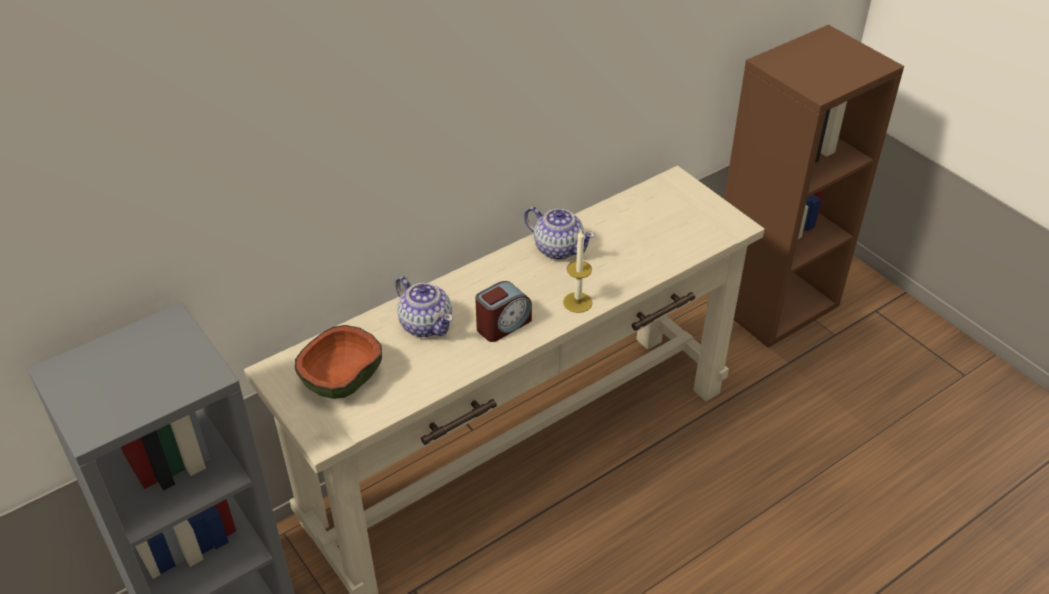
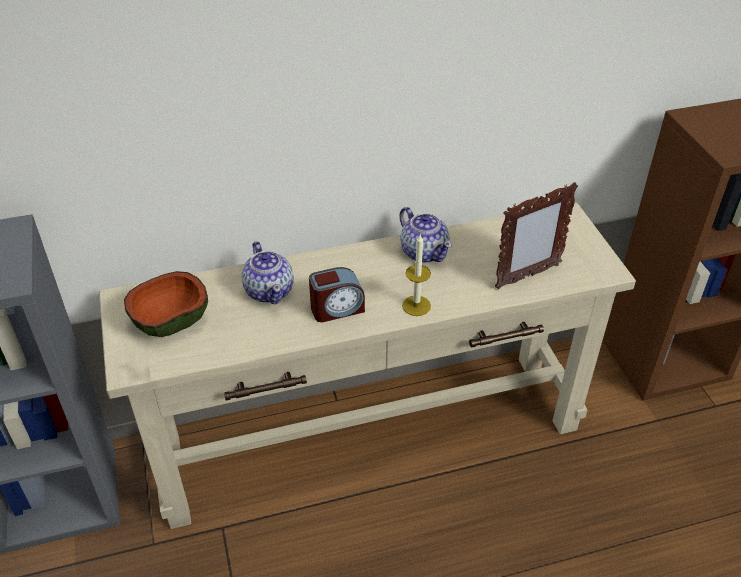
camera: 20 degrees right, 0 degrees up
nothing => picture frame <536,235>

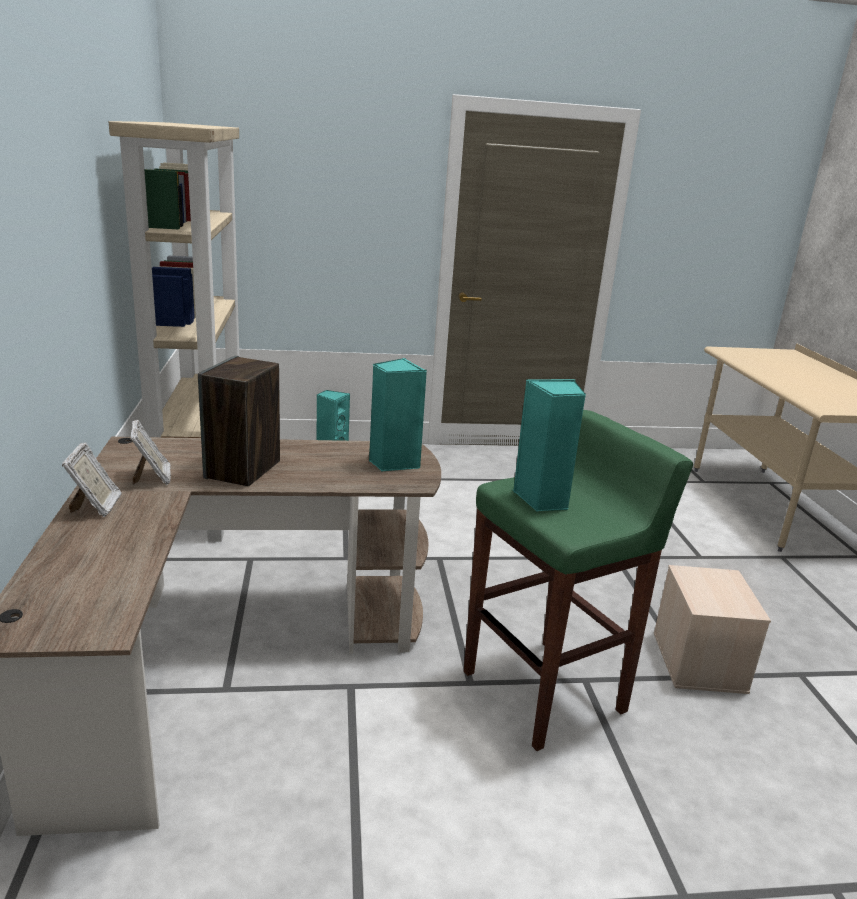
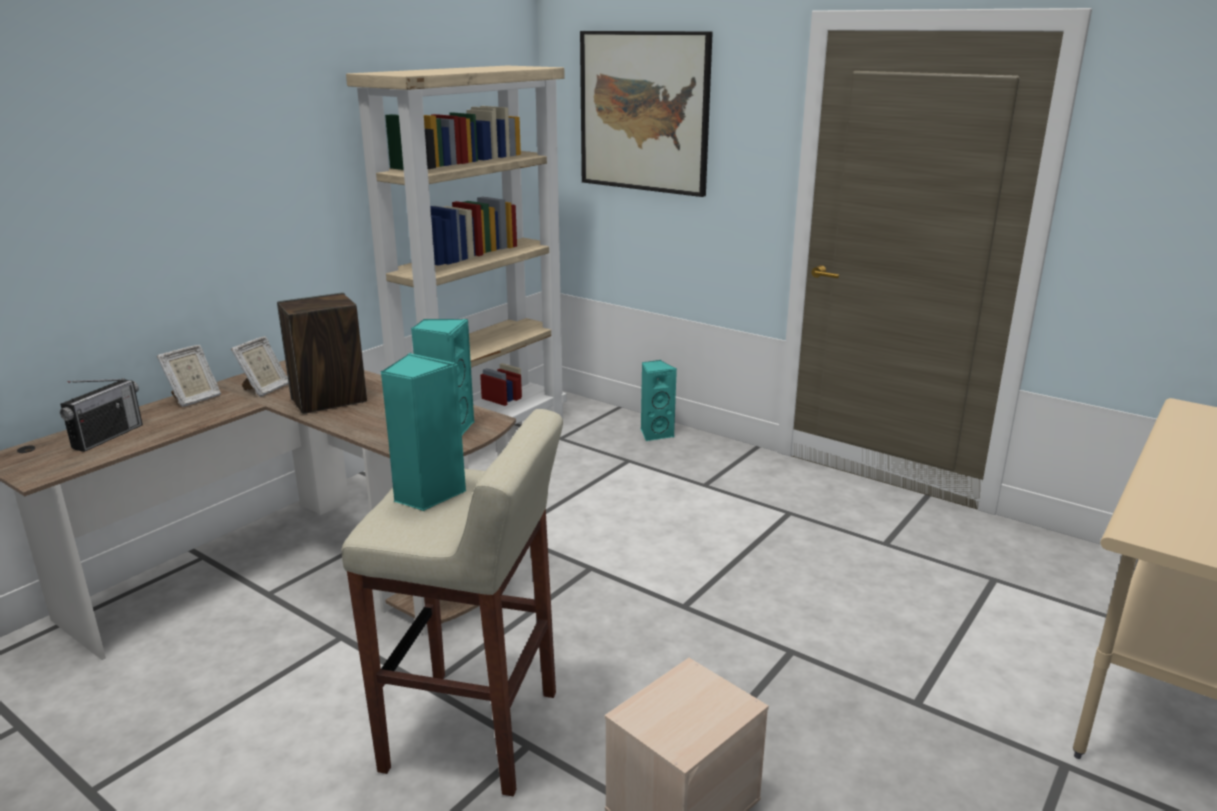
camera: 45 degrees right, 0 degrees up
sitting stool/greenish <578,580> => sitting stool/beige <452,602>
nothing => wall picture <646,114>
nothing => radio receiver <101,415>

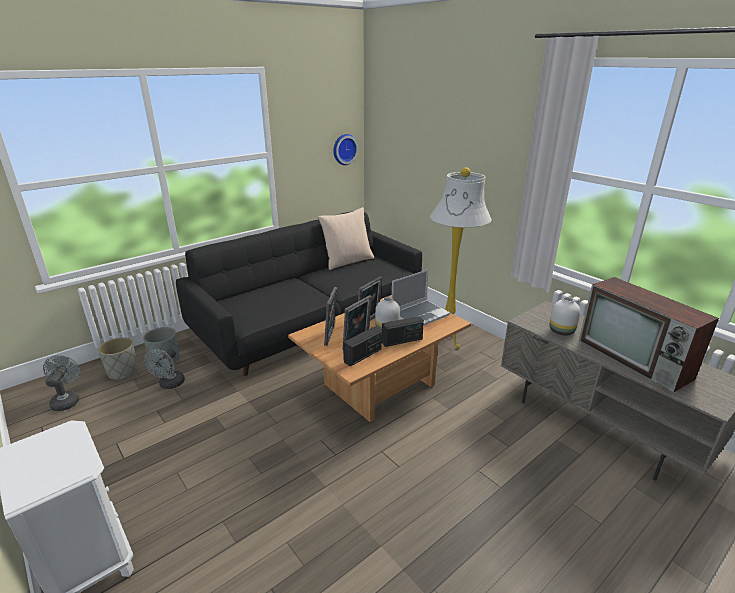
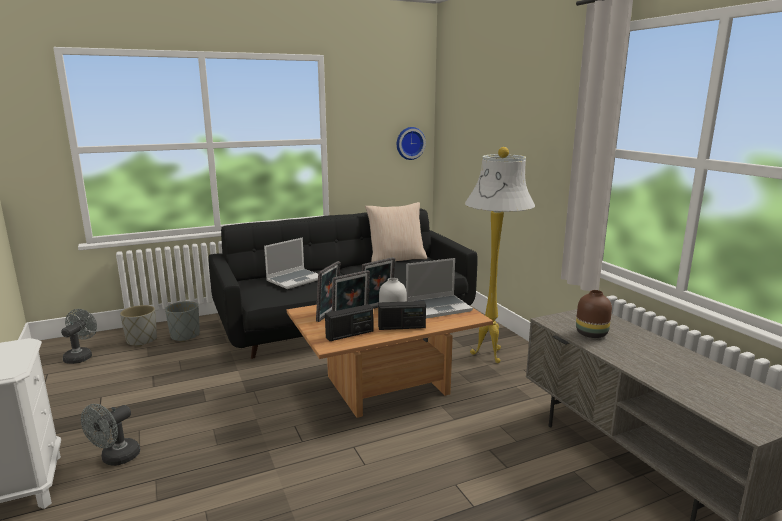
camera: 15 degrees right, 10 degrees down
TV <649,335> => nothing
flower vase/white-coloured <564,316> => flower vase/brown-coloured <594,314>
fan/grey <164,368> => fan/grey <110,435>, relocated
nothing => notebook computer <291,263>

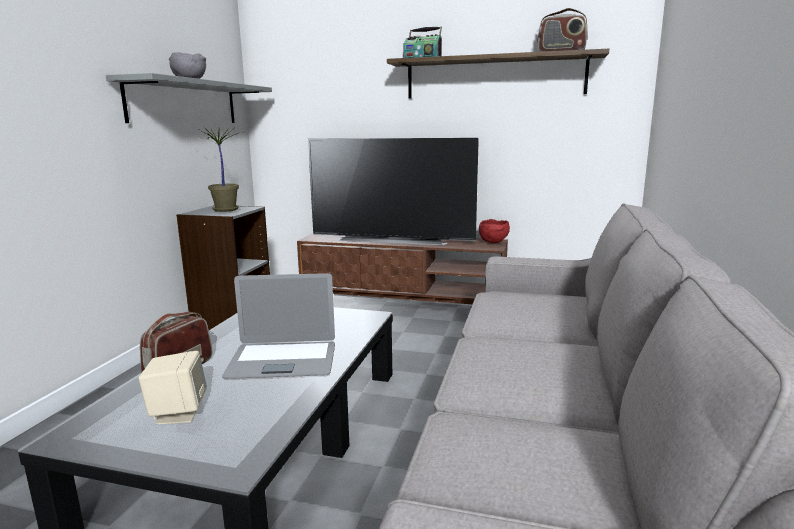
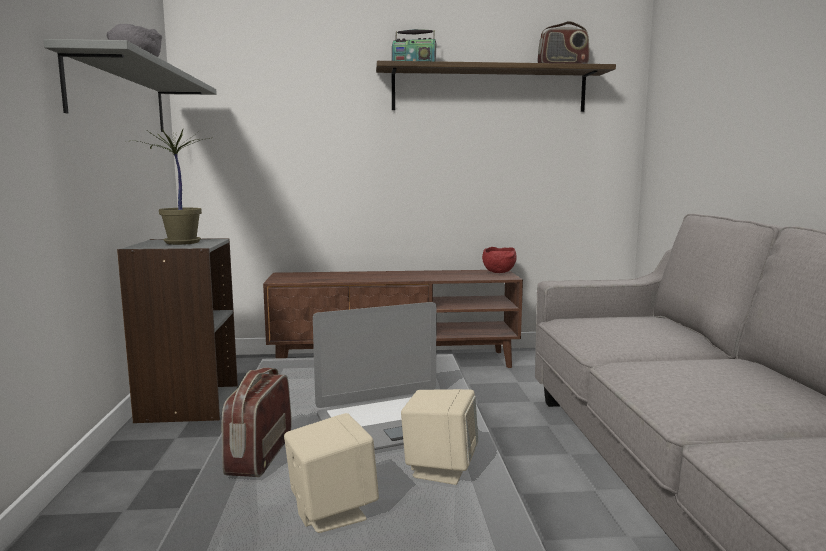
camera: 20 degrees left, 5 degrees down
TV <393,191> => nothing
nothing => speaker/beige <439,437>

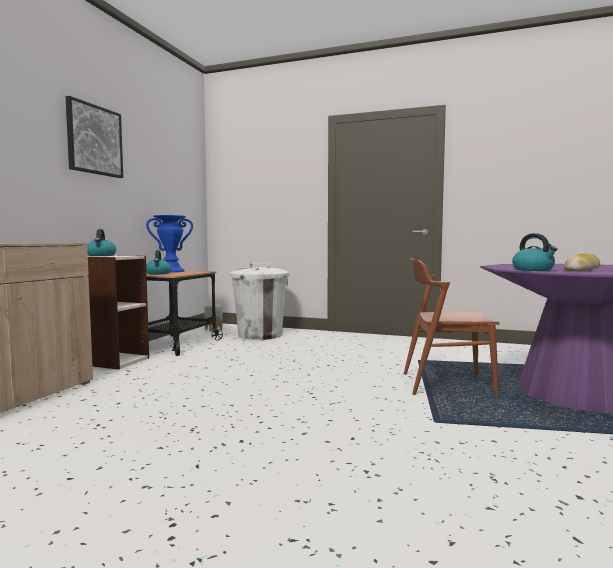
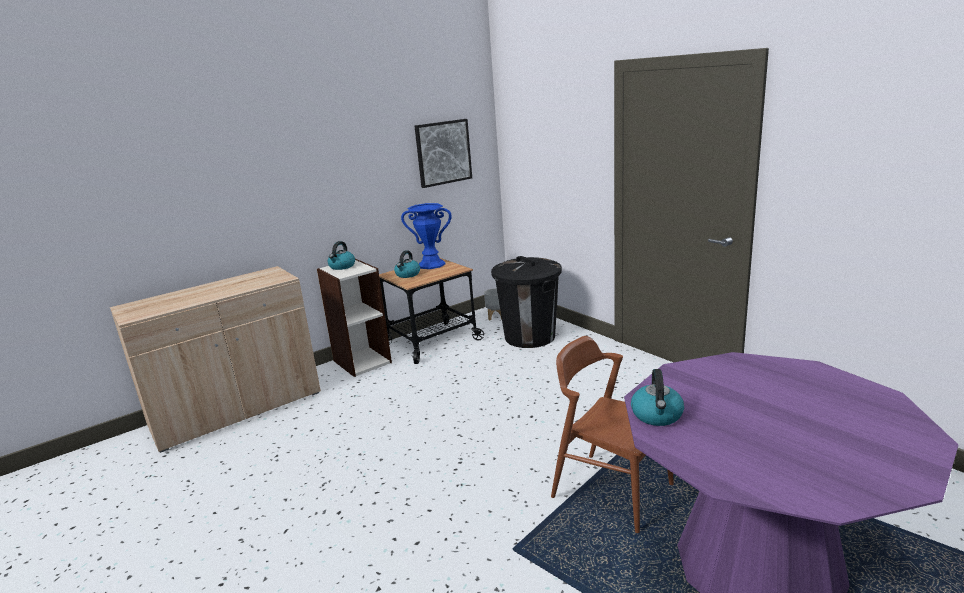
camera: 35 degrees right, 15 degrees up
wall picture <94,137> => wall picture <443,153>, relocated
bread <582,261> => nothing
waste bin/white-coloured <259,301> => waste bin/blackish <526,302>

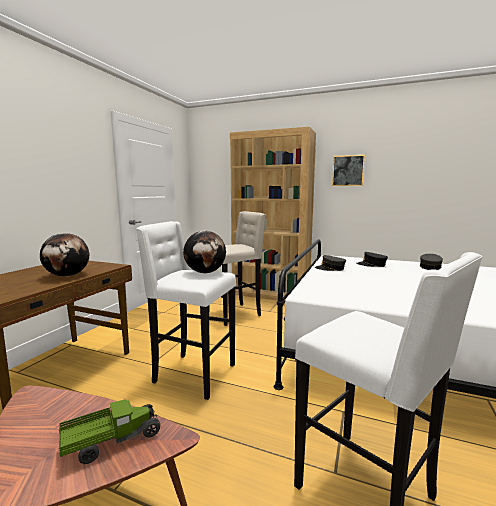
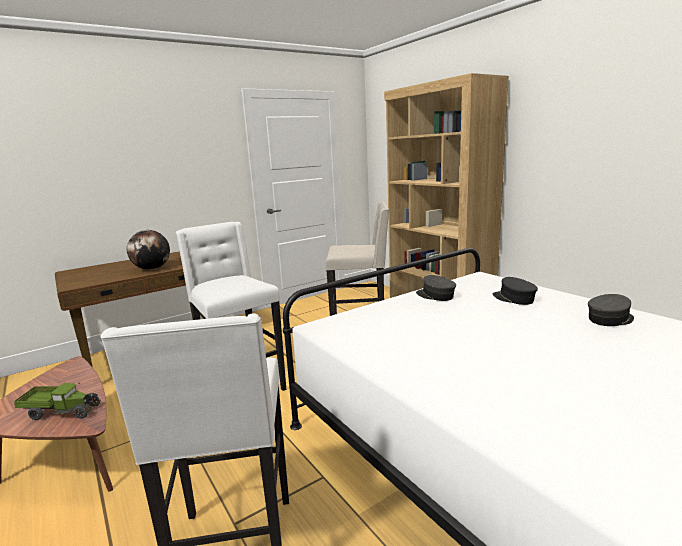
camera: 35 degrees right, 5 degrees up
wall picture <348,170> => nothing
globe <204,252> => nothing

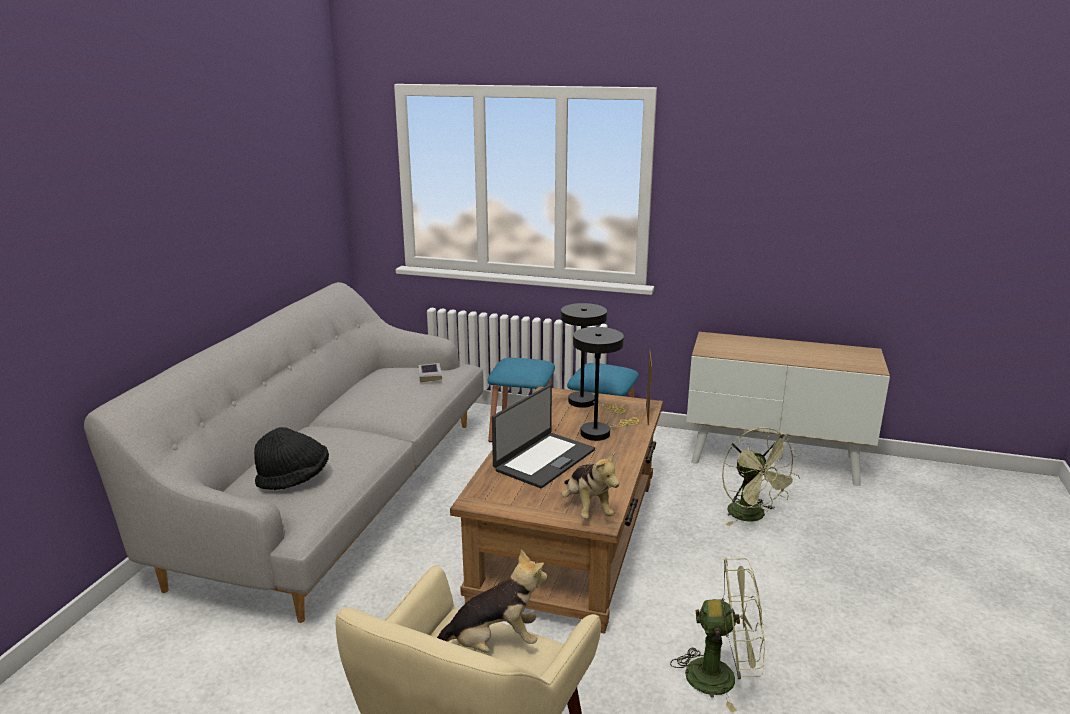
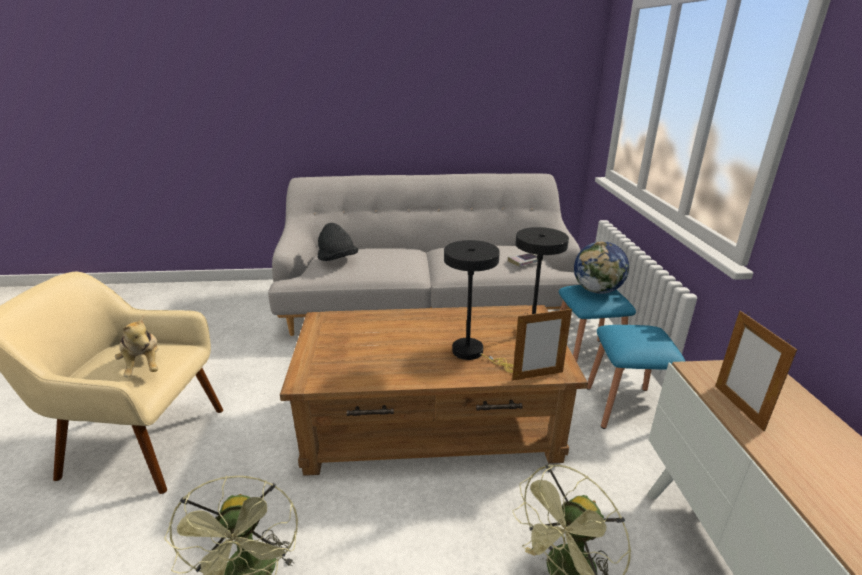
camera: 70 degrees right, 5 degrees up
notebook computer <543,436> => nothing
soft toy <590,485> => nothing
nothing => globe <601,267>
nothing => picture frame <756,371>

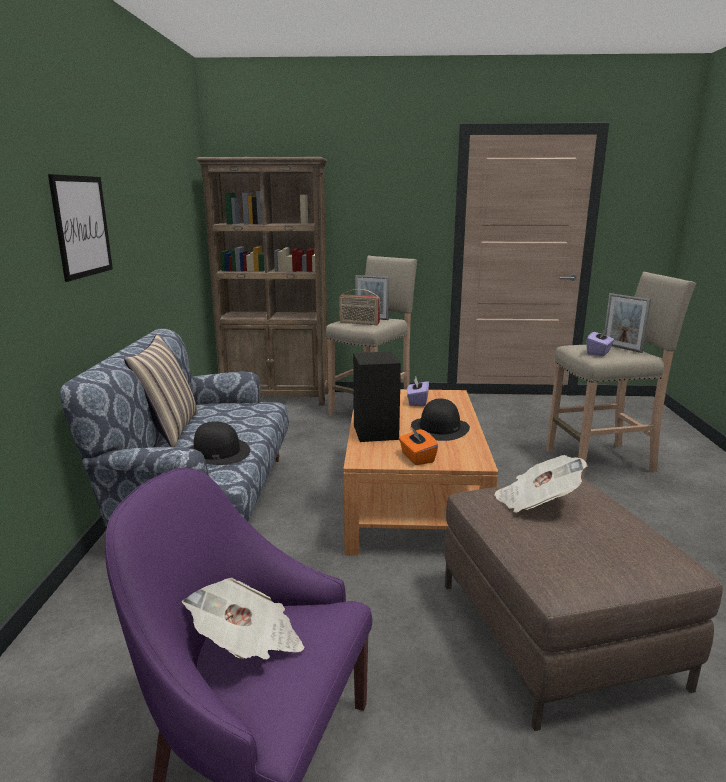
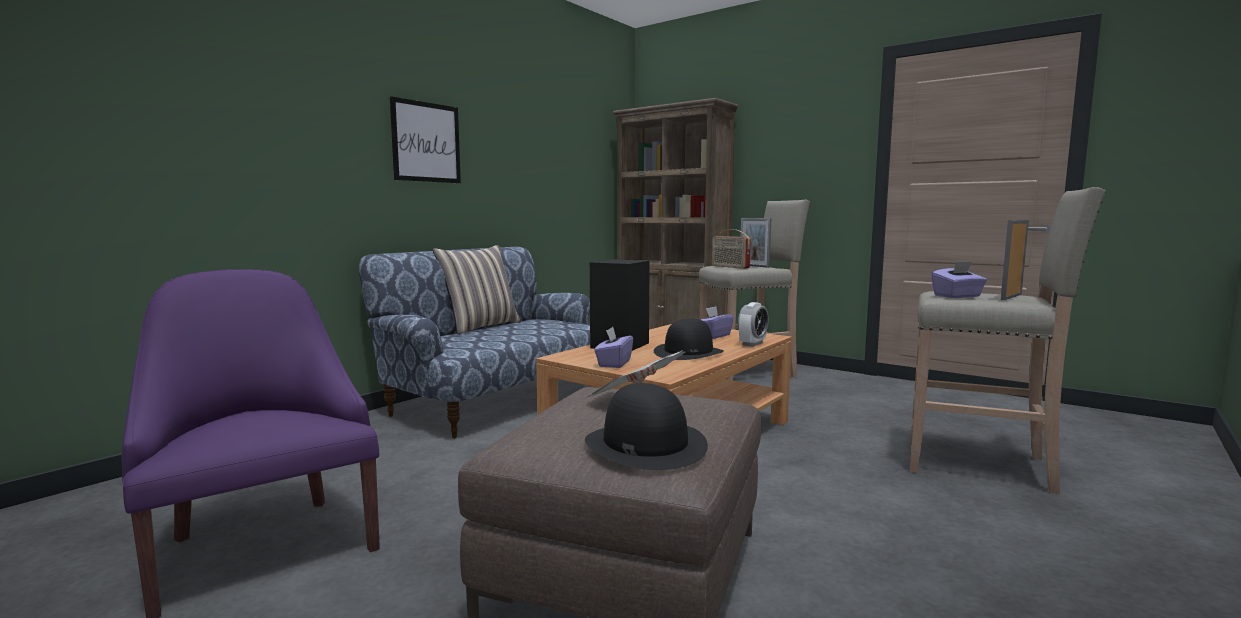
camera: 35 degrees right, 10 degrees down
picture frame <627,323> => picture frame <1015,260>, 45 degrees clockwise
clothing hat/blackish <220,443> => clothing hat/blackish <646,426>, relocated
tissue box/orangey <418,446> => tissue box/purple-coloured <613,347>
printed paper <243,619> => nothing
nothing => bedside clock <753,324>

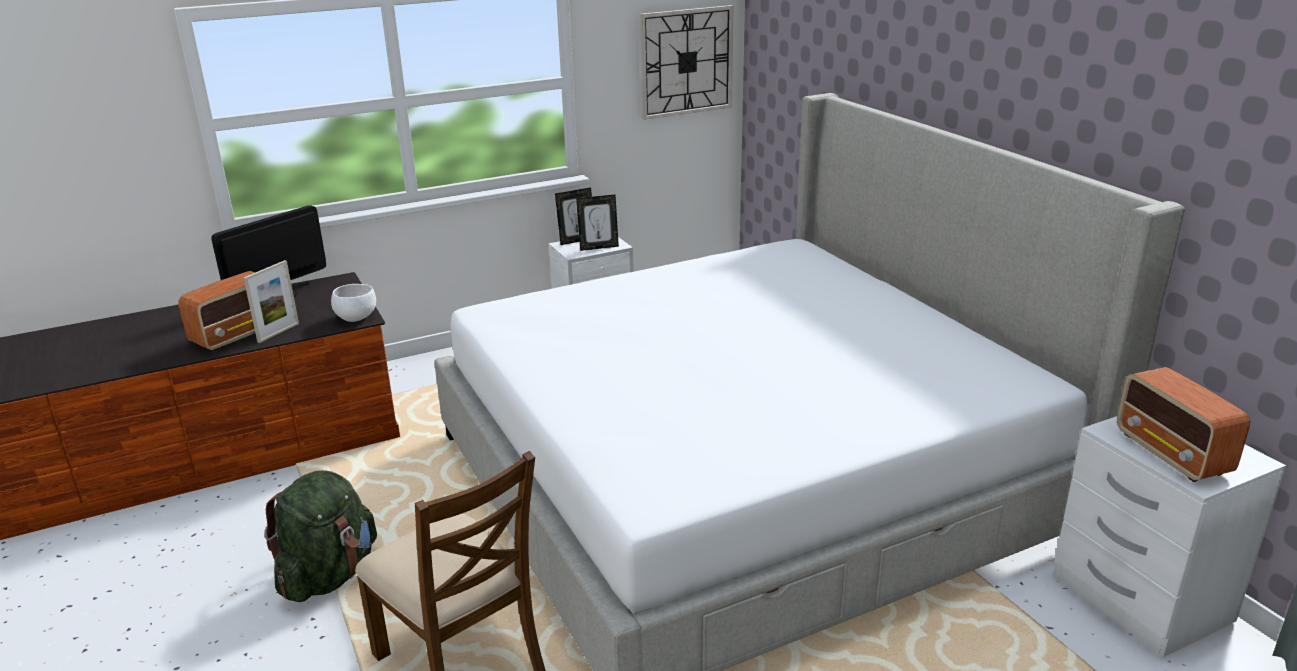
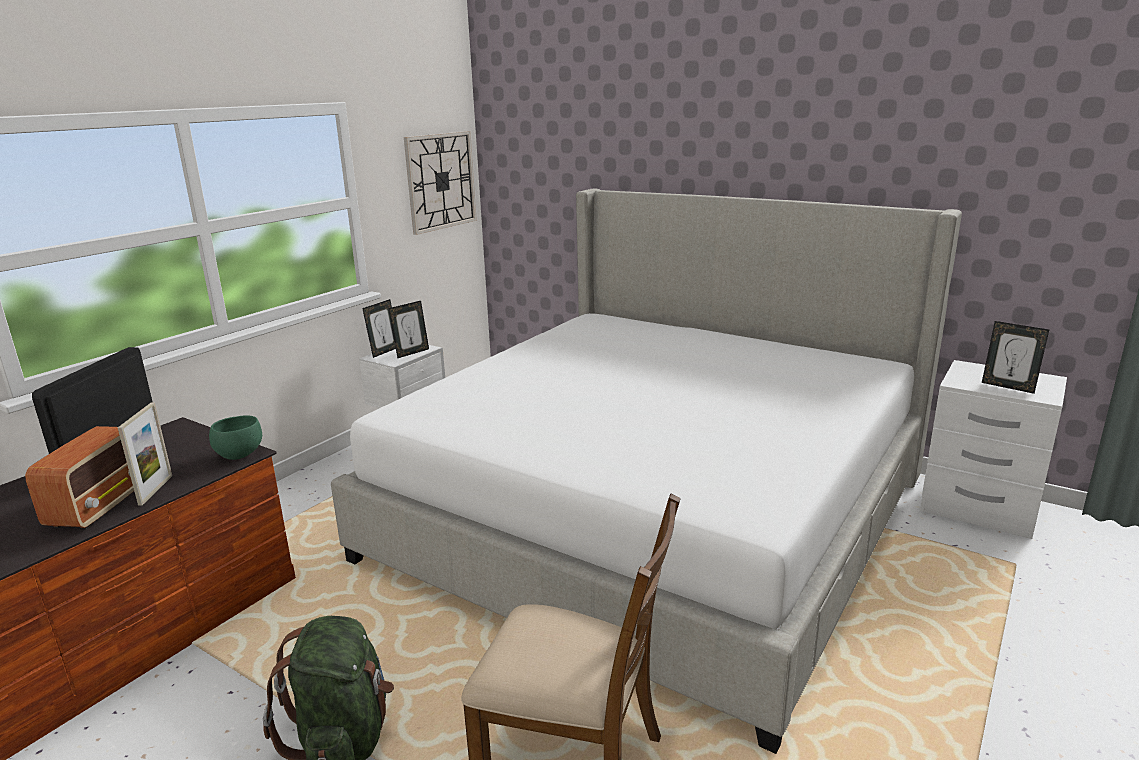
camera: 30 degrees left, 5 degrees down
bowl/white-coloured <353,303> => bowl/greenish <235,437>
radio receiver <1183,424> => picture frame <1015,357>

